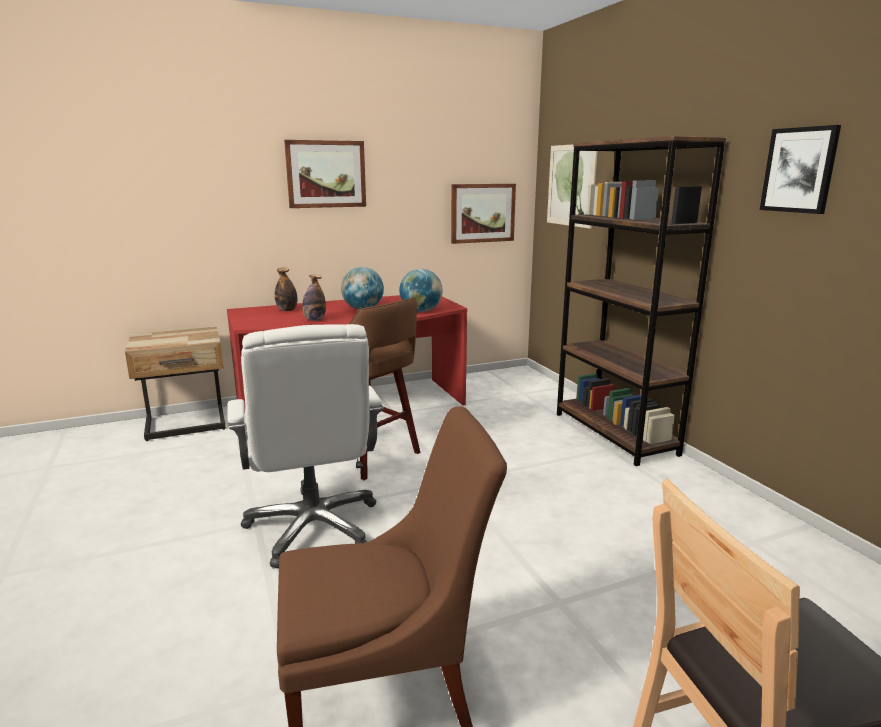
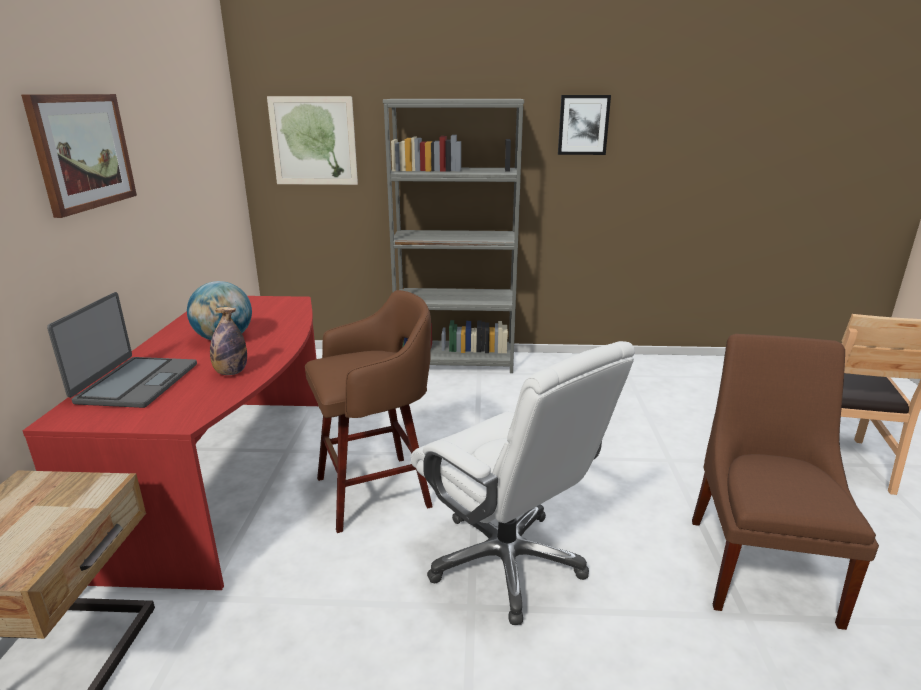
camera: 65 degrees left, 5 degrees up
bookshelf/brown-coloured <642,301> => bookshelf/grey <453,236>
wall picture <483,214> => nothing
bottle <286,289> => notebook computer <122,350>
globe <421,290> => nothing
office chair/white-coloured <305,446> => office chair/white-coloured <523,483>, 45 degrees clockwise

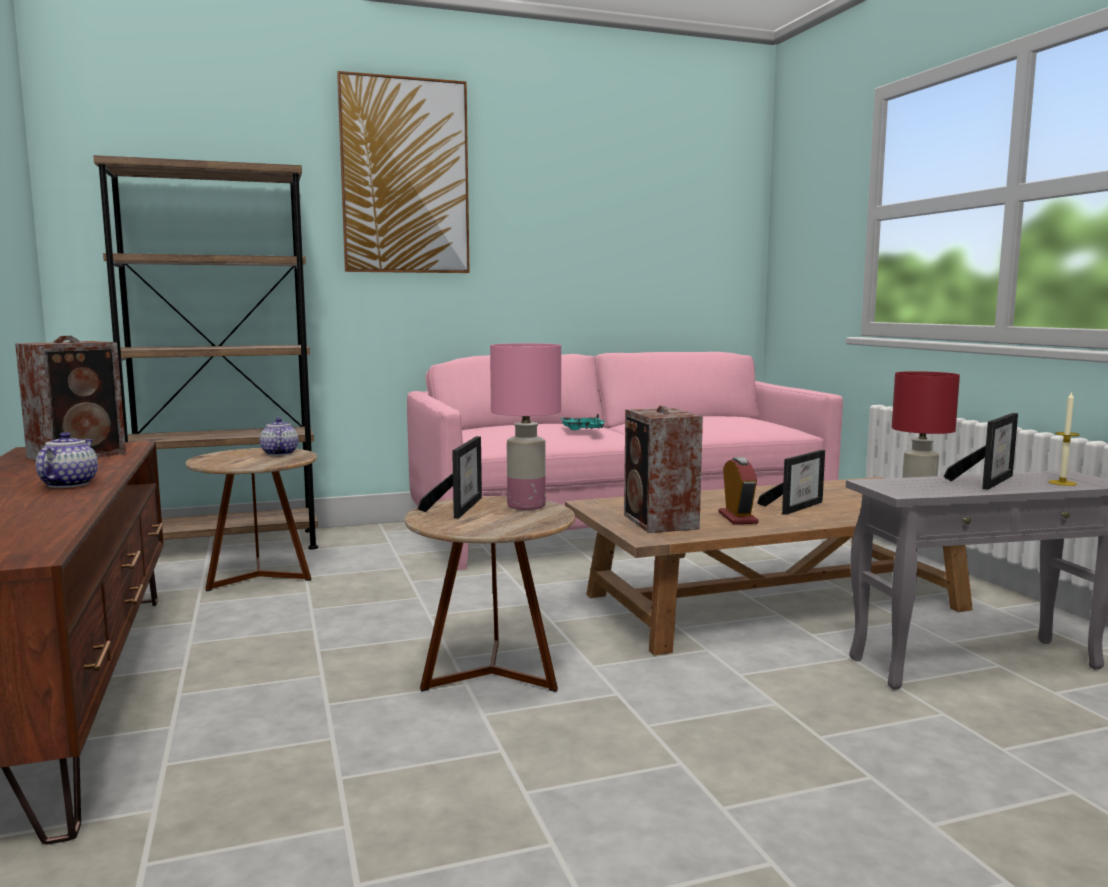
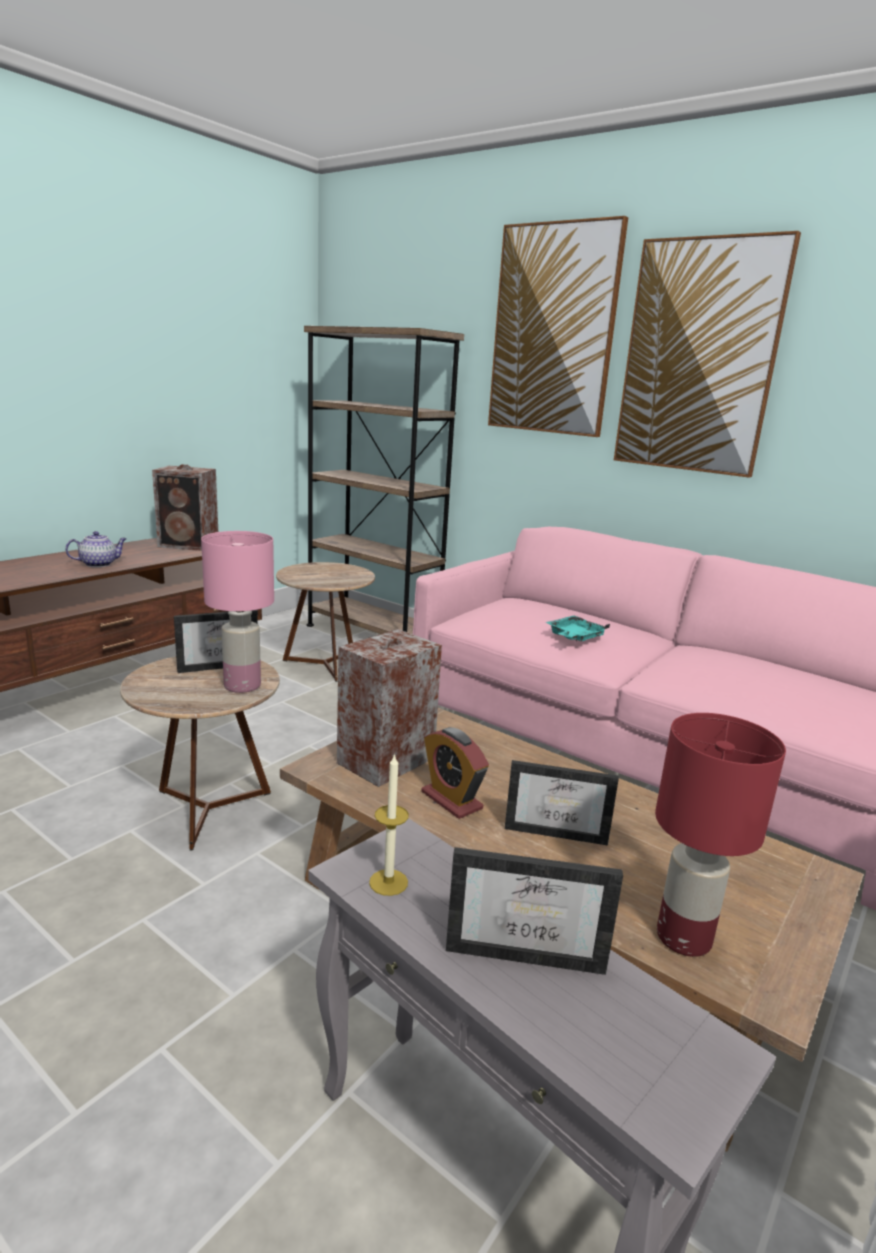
camera: 55 degrees right, 10 degrees up
wax light <1064,438> => wax light <389,824>, relocated
pot for tea <279,437> => nothing
bedside clock <738,490> => bedside clock <455,773>, 90 degrees clockwise
nothing => wall picture <707,354>

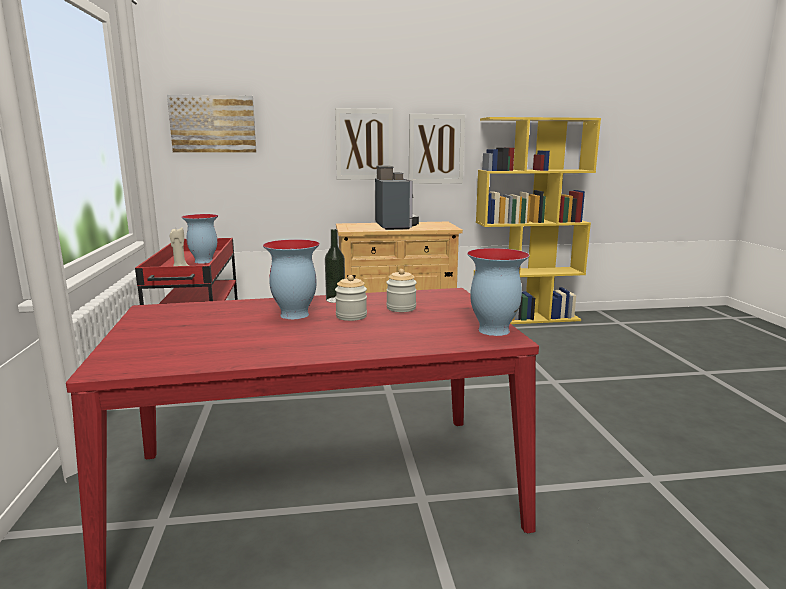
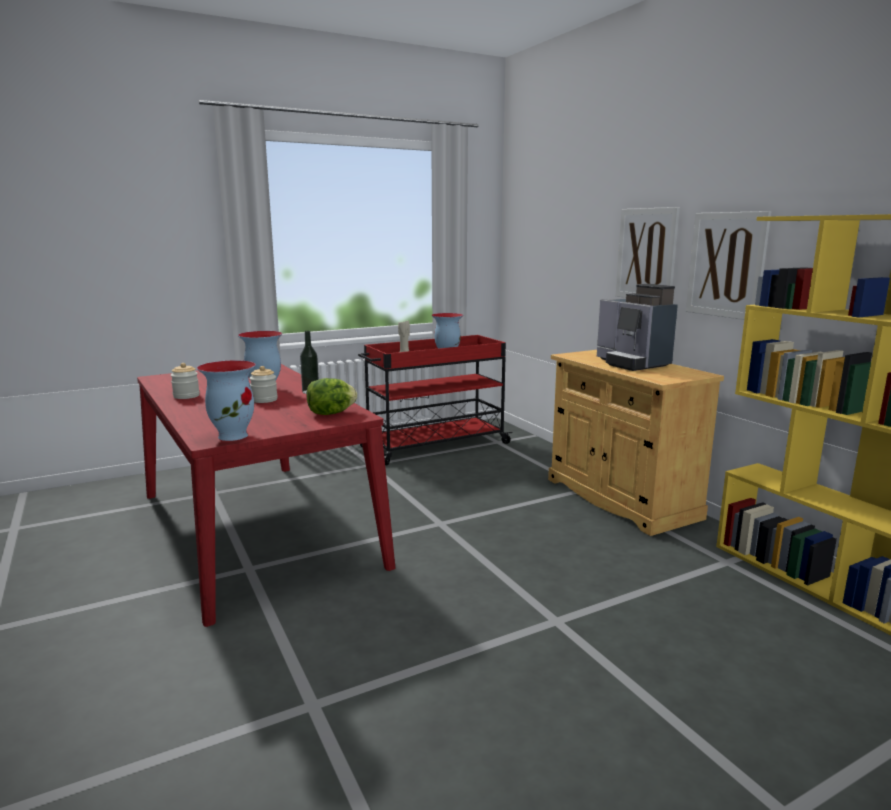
camera: 70 degrees right, 0 degrees up
wall picture <211,124> => nothing
coffee brewer <397,197> => coffee brewer <637,327>, 90 degrees clockwise
preserve jar <401,290> => preserve jar <185,381>, relocated
nothing => head of lettuce <332,396>

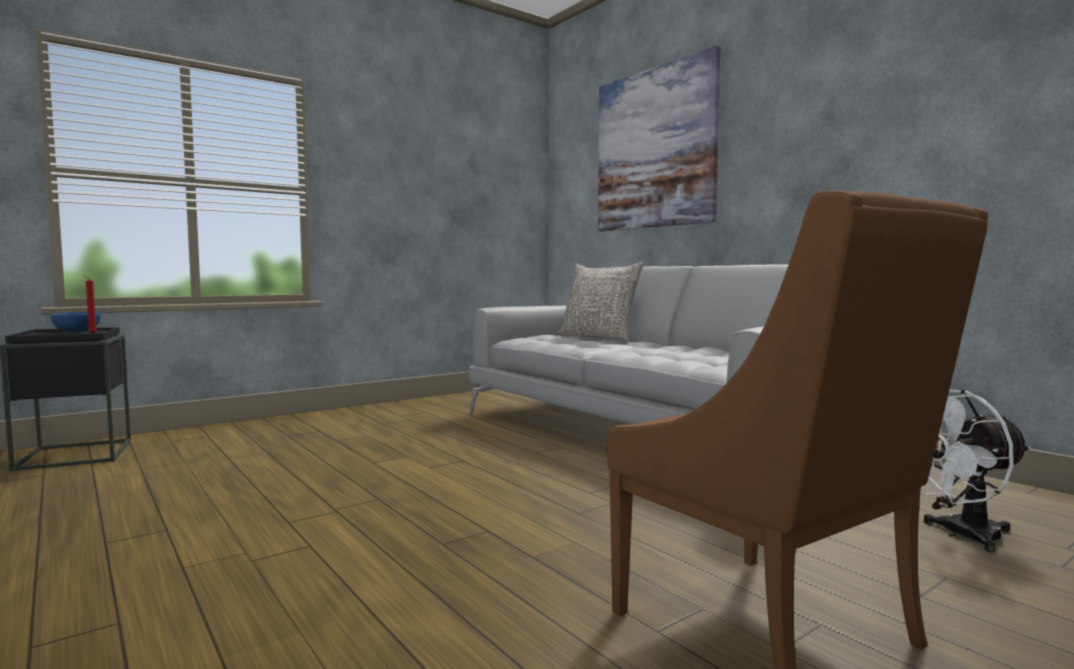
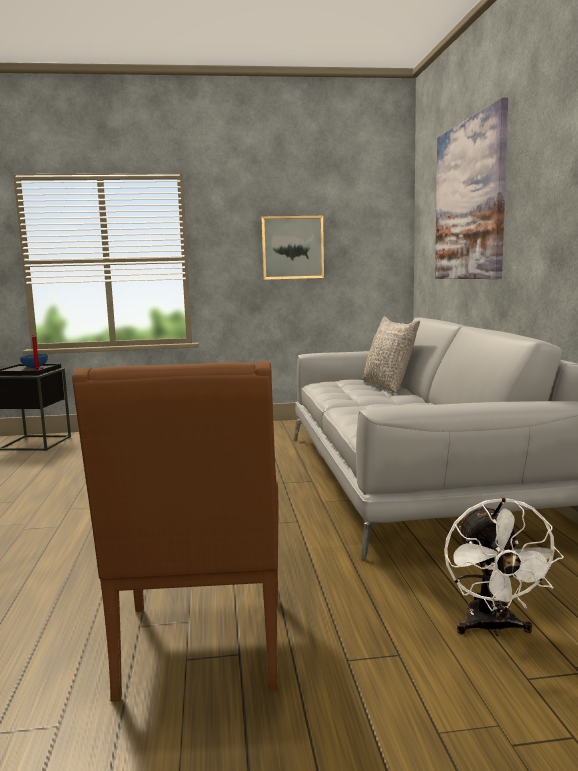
camera: 30 degrees right, 5 degrees up
fan/white-coloured <976,471> => fan/white-coloured <504,566>, 105 degrees counterclockwise
nothing => wall picture <292,248>

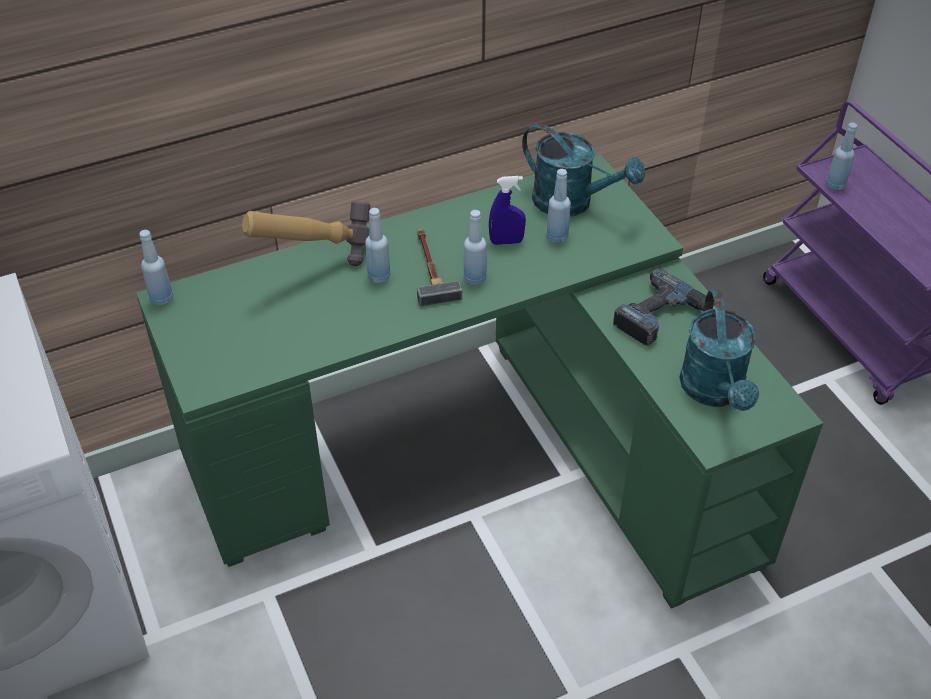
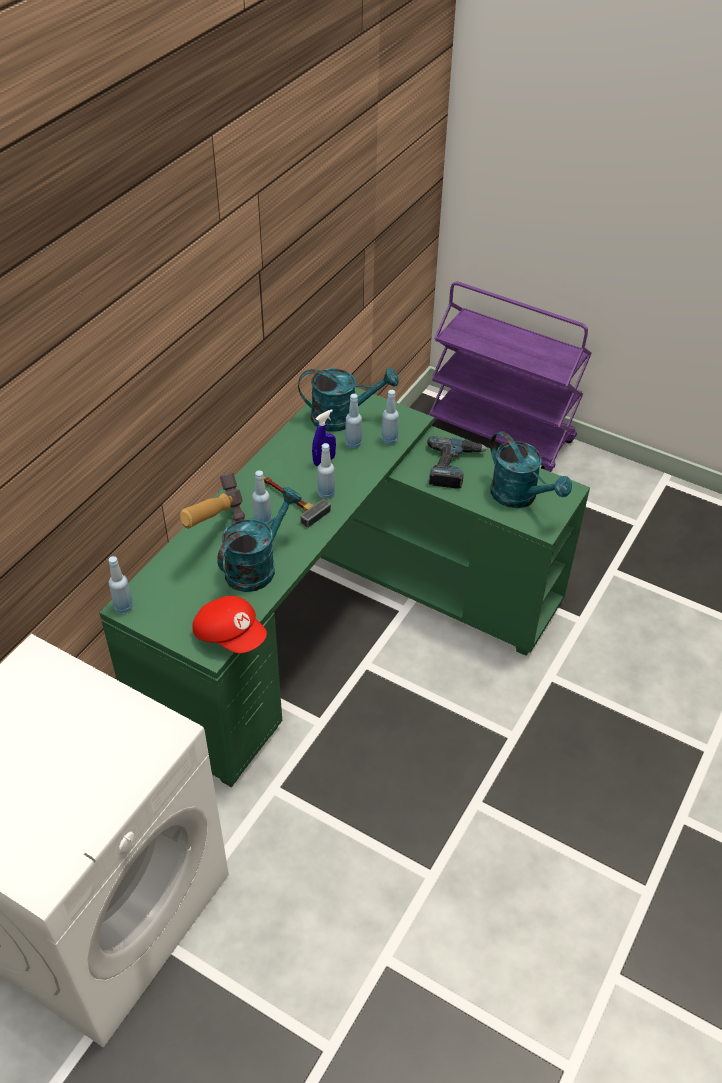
camera: 35 degrees left, 0 degrees up
bottle/blue-coloured <841,156> => bottle/blue-coloured <390,417>, relocated
nothing => watering pot/turquoise <259,539>
nothing => peaked cap/red <229,624>

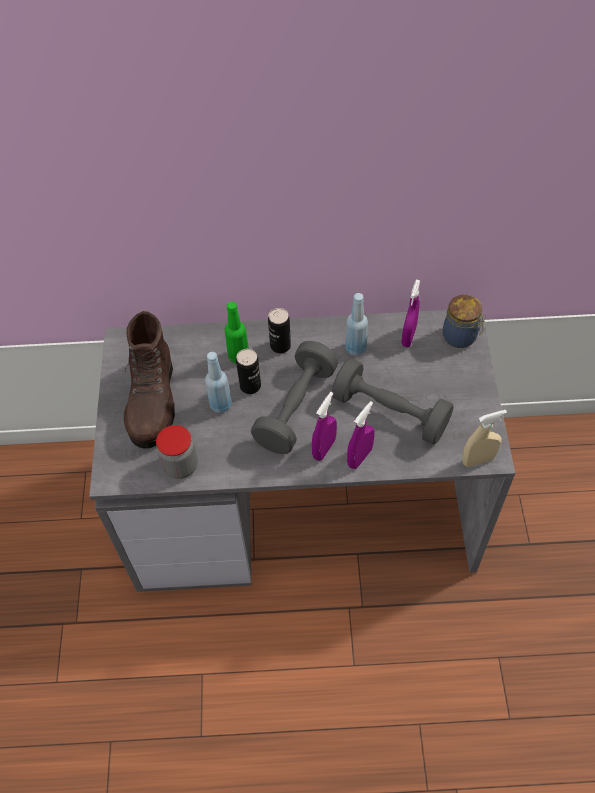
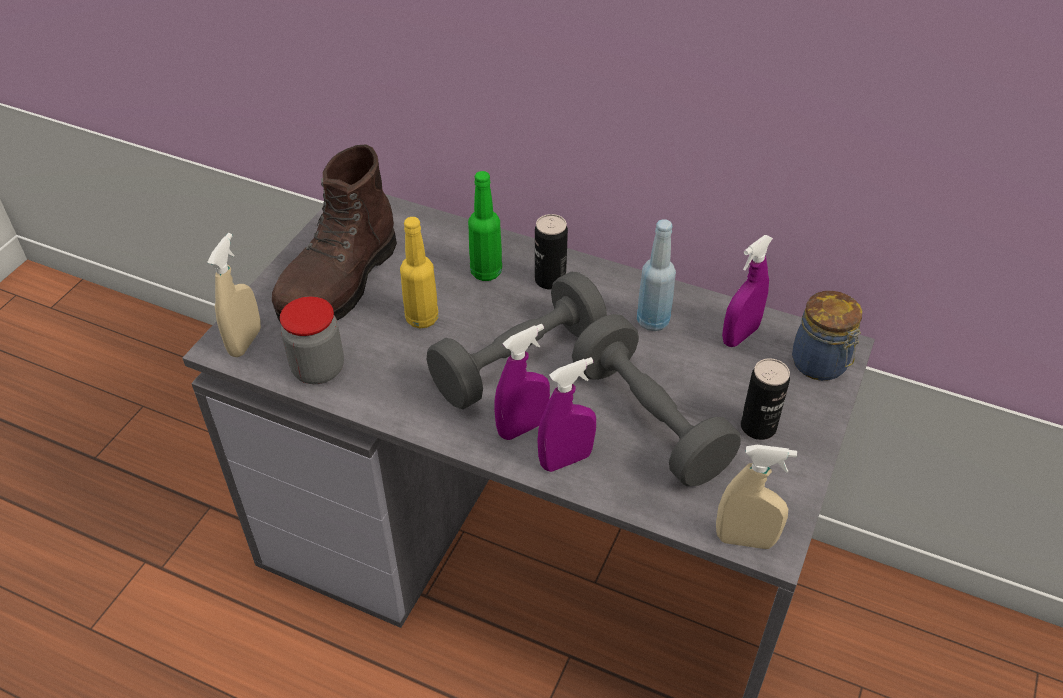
camera: 25 degrees right, 10 degrees down
sealed can <248,371> => sealed can <765,399>, relocated
bottle/blue-coloured <218,382> => bottle/yellow <419,272>
nothing => sprayer/beige <234,295>

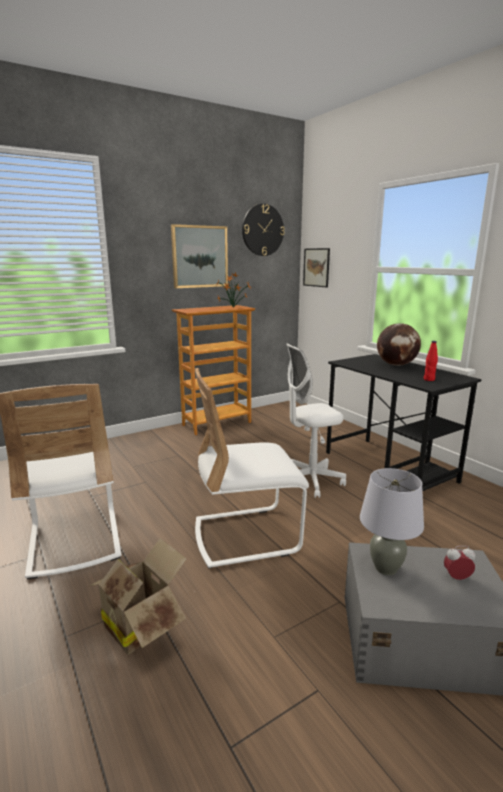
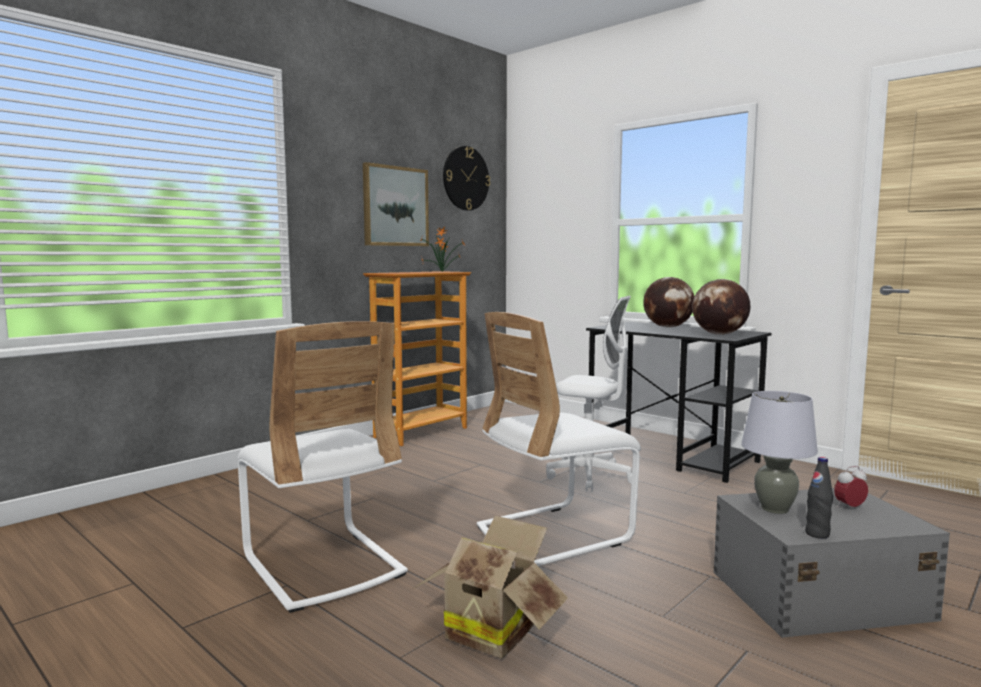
camera: 15 degrees left, 10 degrees down
wall picture <316,268> => nothing
bottle/red <431,361> => globe <721,307>
office chair/white-coloured <316,420> => office chair/white-coloured <589,394>, 120 degrees counterclockwise
nothing => bottle/blackish <819,498>

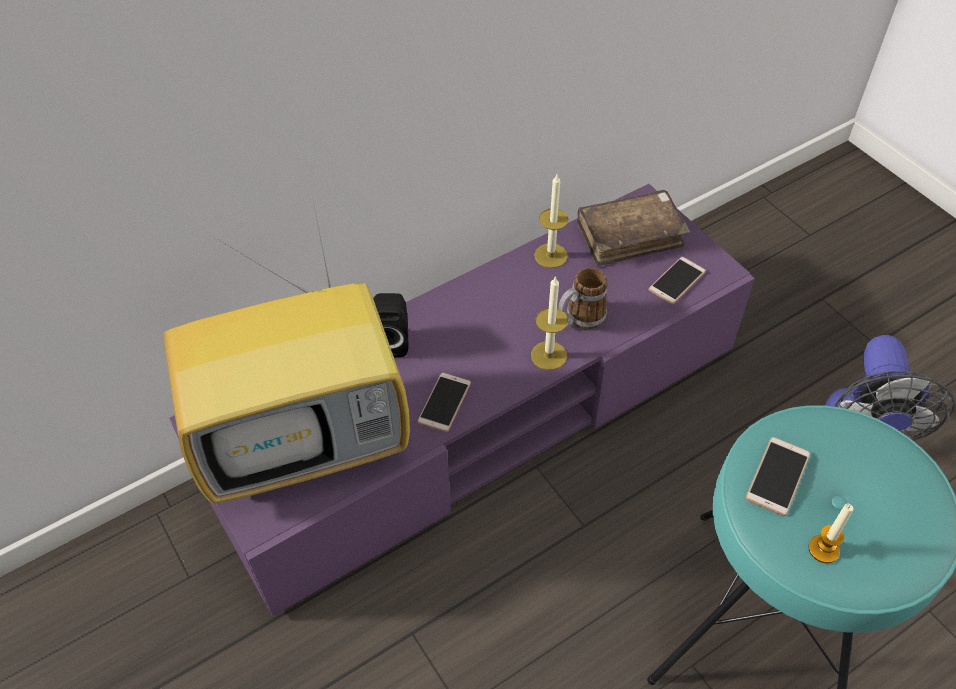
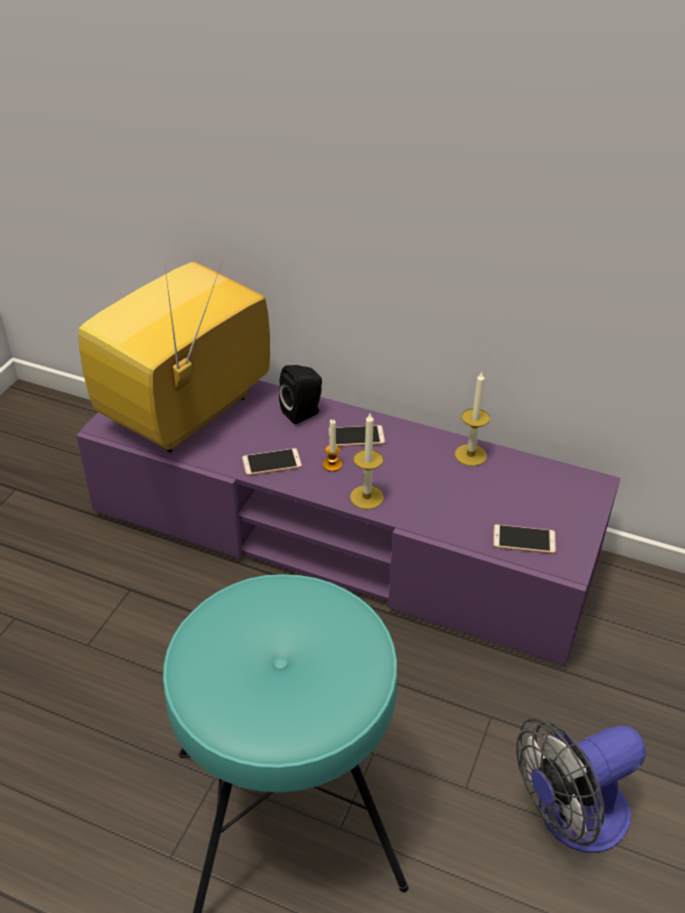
camera: 55 degrees right, 10 degrees down
bound book/brown-coloured <633,228> => nothing
TV <286,349> => TV <174,353>, 90 degrees clockwise
coffee mug <583,298> => nothing
phone <778,476> => phone <356,436>, relocated
wax light <830,533> => wax light <332,445>, relocated

